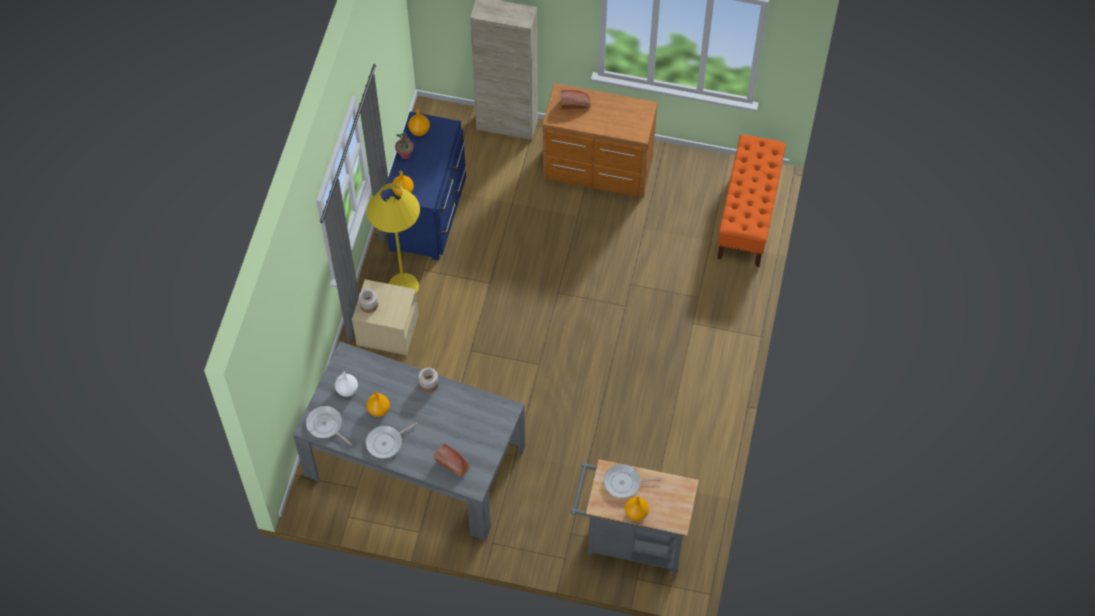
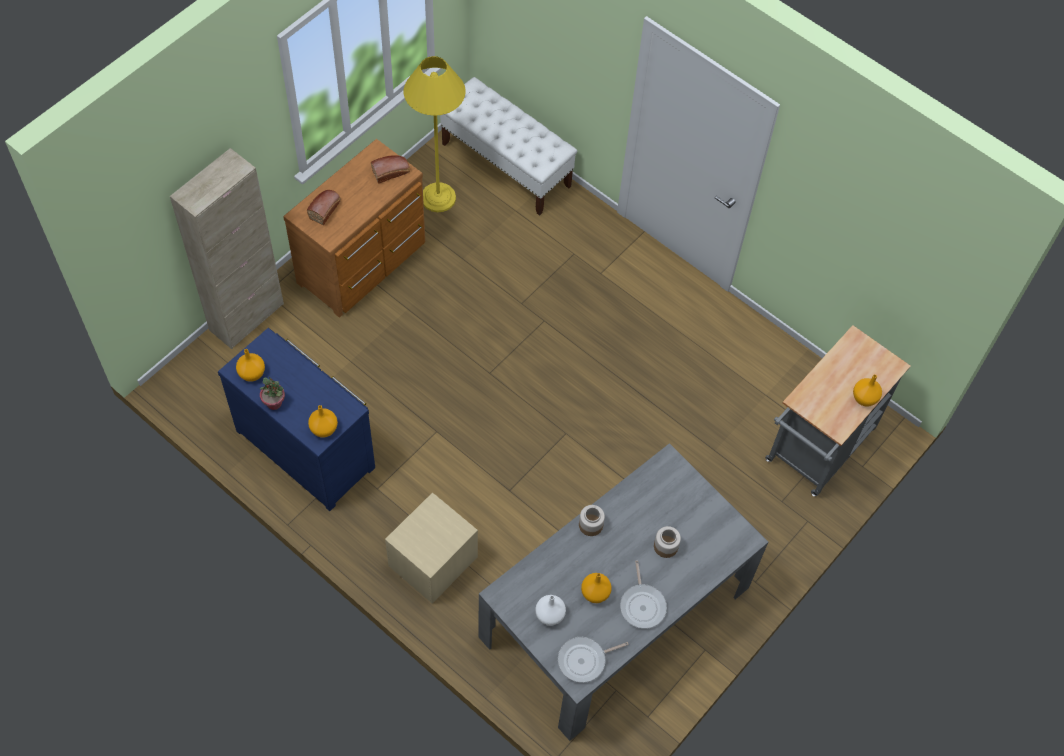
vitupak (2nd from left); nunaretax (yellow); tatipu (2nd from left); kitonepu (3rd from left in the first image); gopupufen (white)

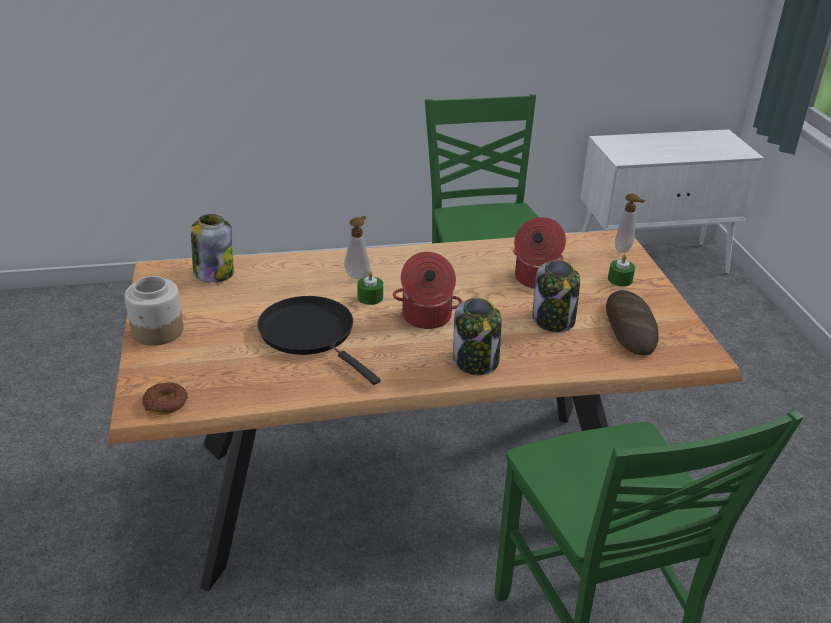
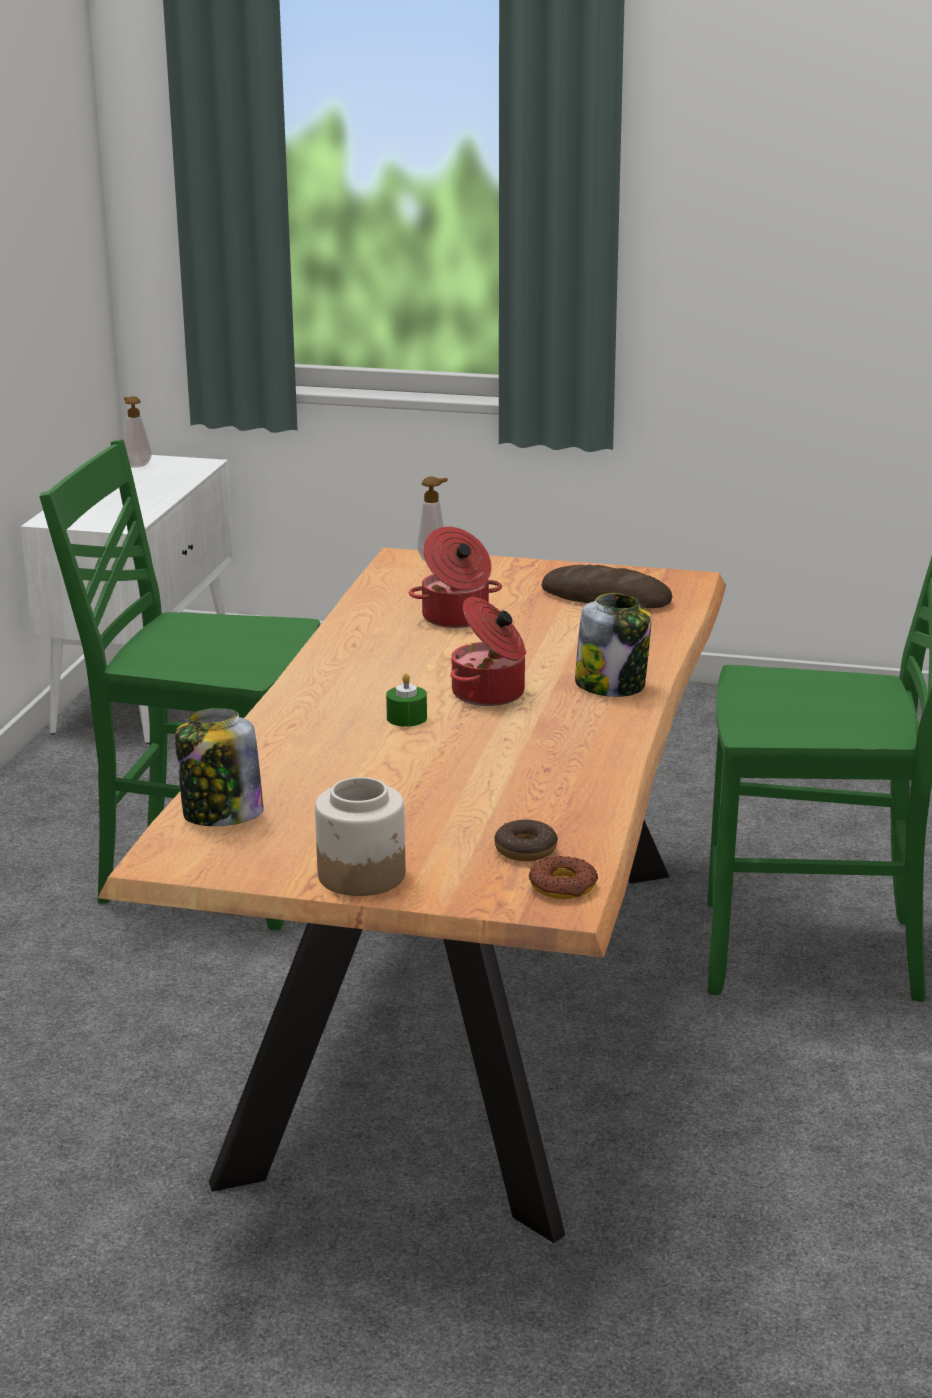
kitonepu (black); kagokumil (1st from left); vitupak (4th from left in the first image); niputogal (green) (2nd from left in the first image); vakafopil (1st from left)

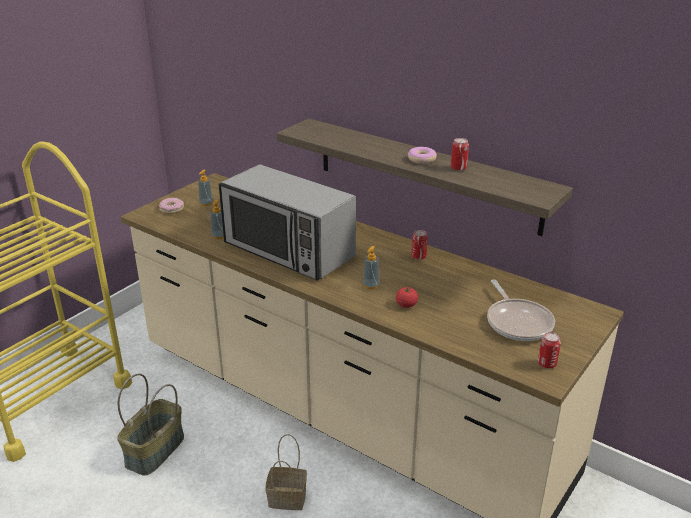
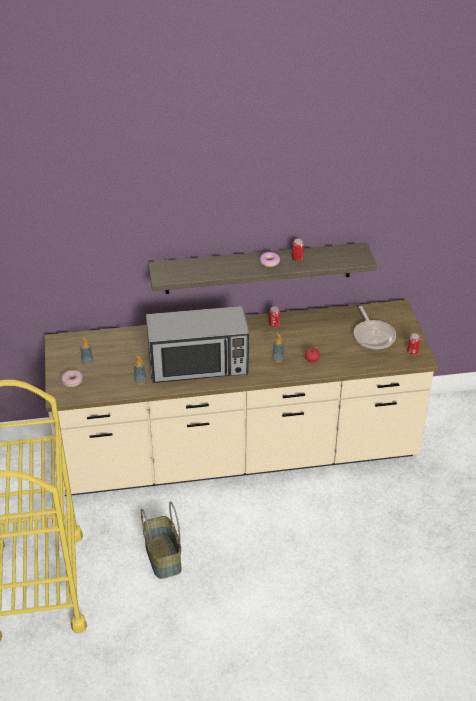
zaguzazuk (2nd from left in the first image); kitonepu

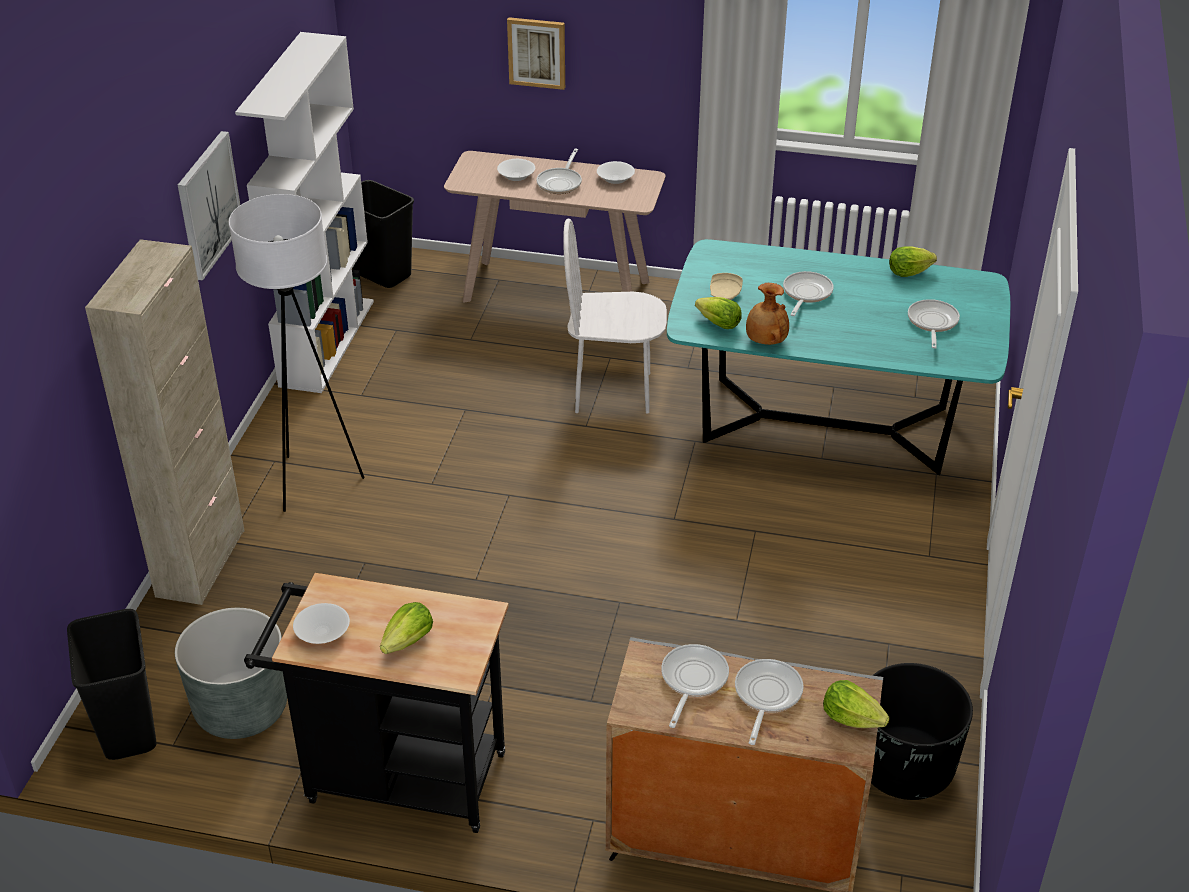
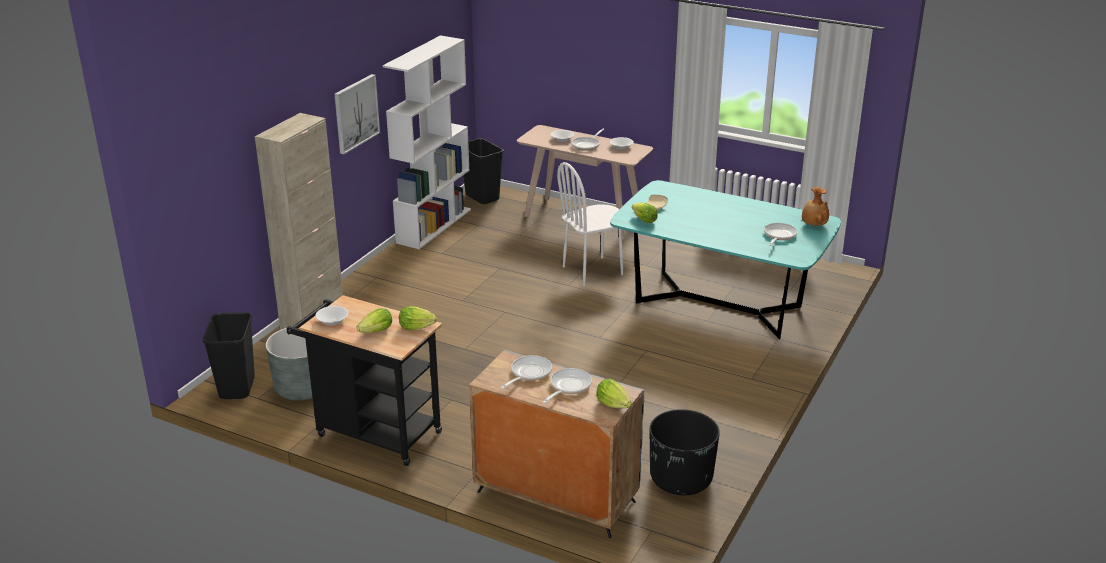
nunaretax (white); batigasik (2nd from left in the first image); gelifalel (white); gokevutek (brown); kitonepu (4th from left in the first image); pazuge (2nd from left)

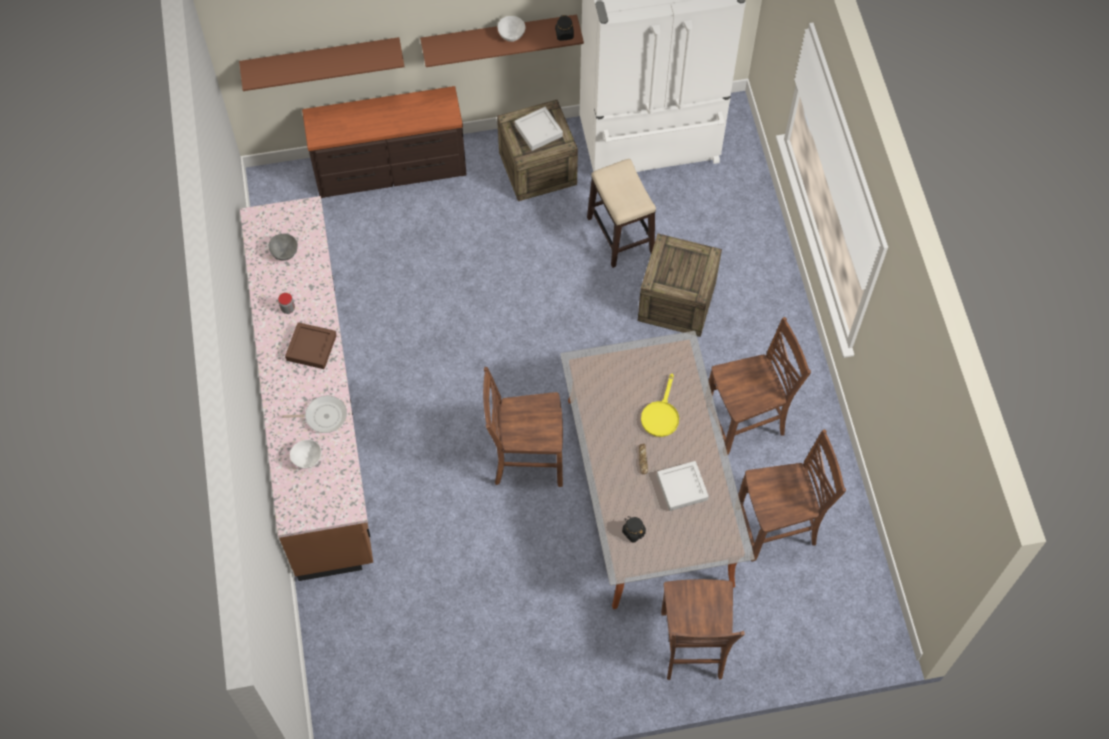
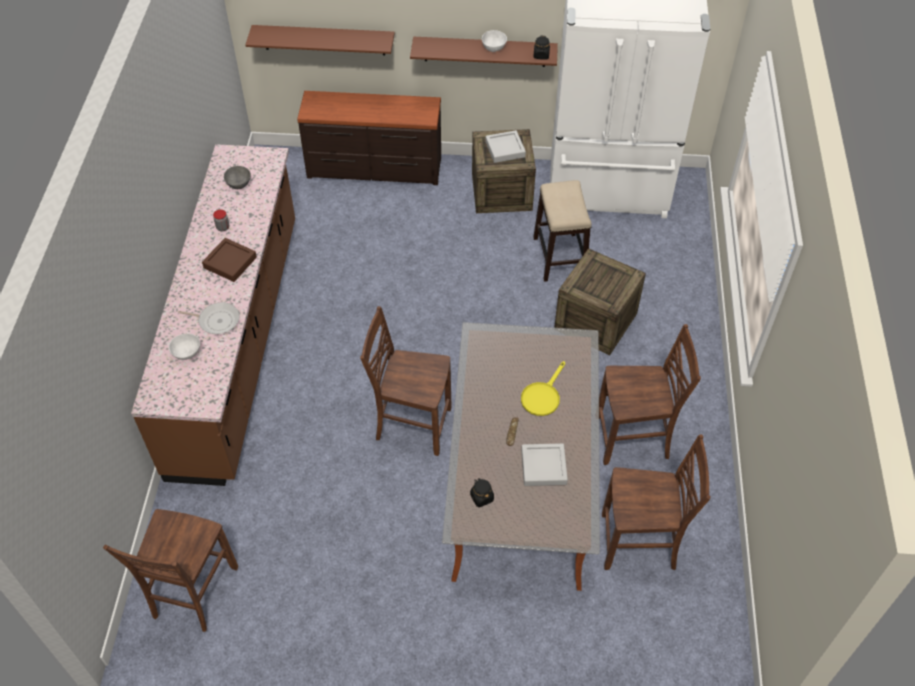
gelifalel (brown) (1st from left)

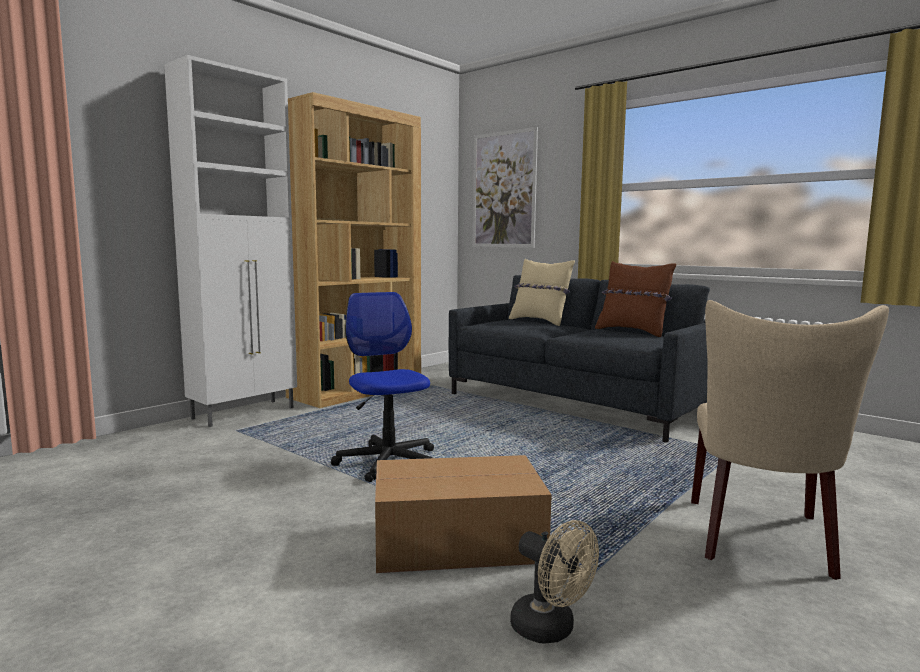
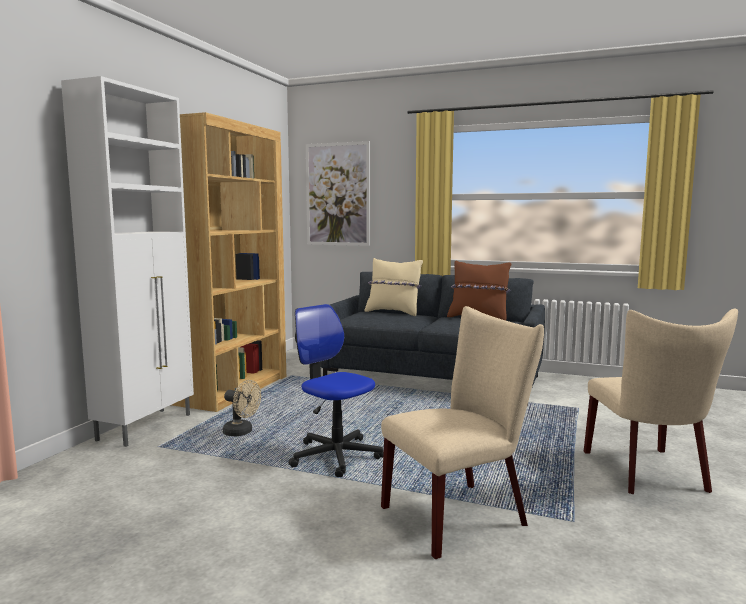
gelifalel (beige) (1st from left); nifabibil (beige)

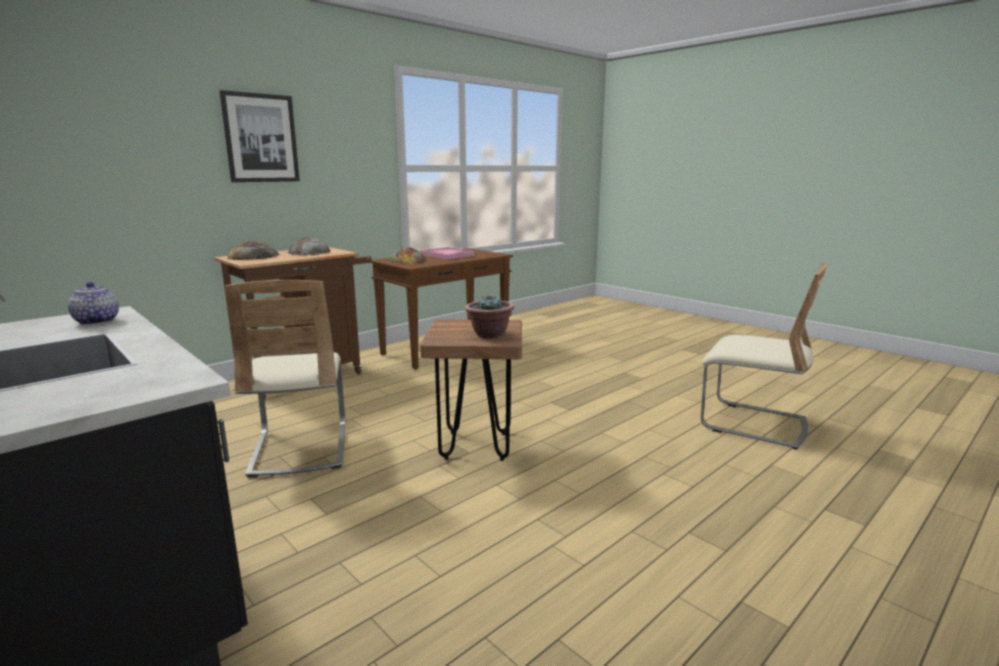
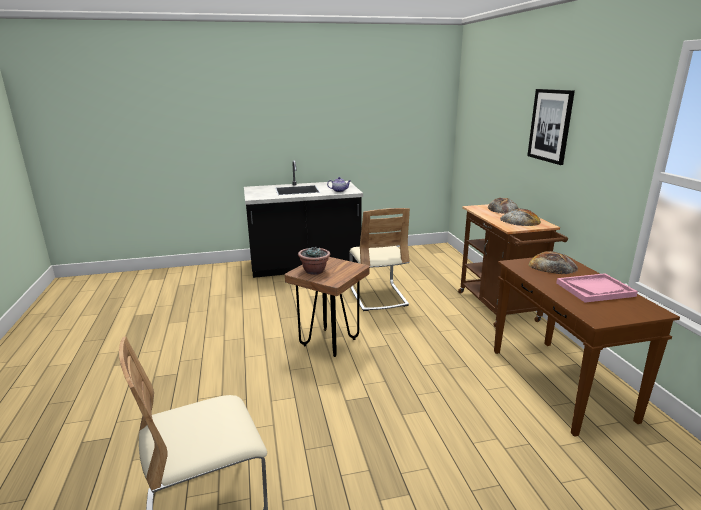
gelifalel (beige) (2nd from left)

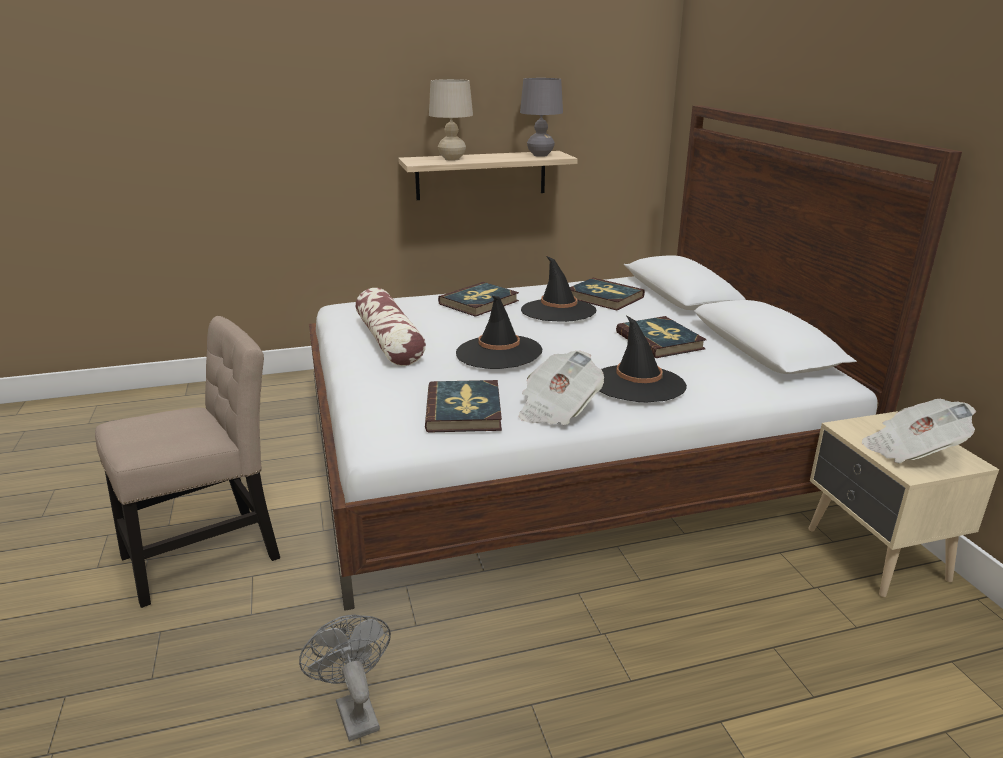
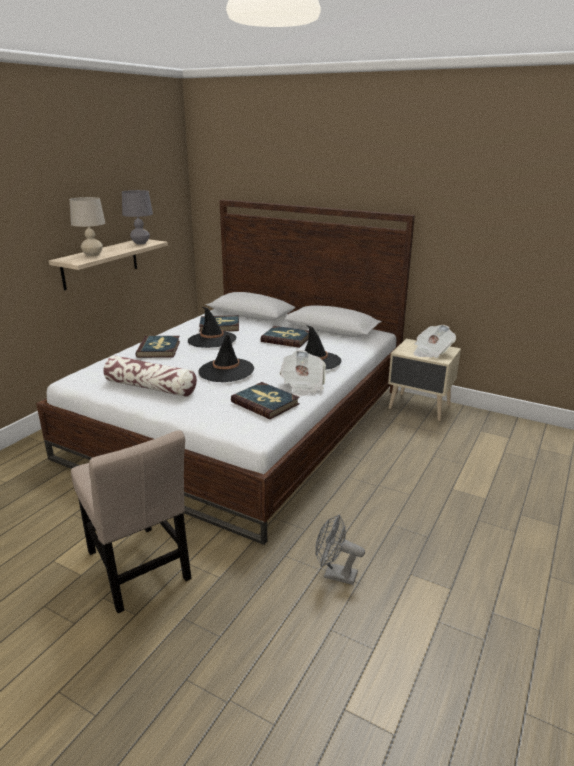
gelifalel (beige)

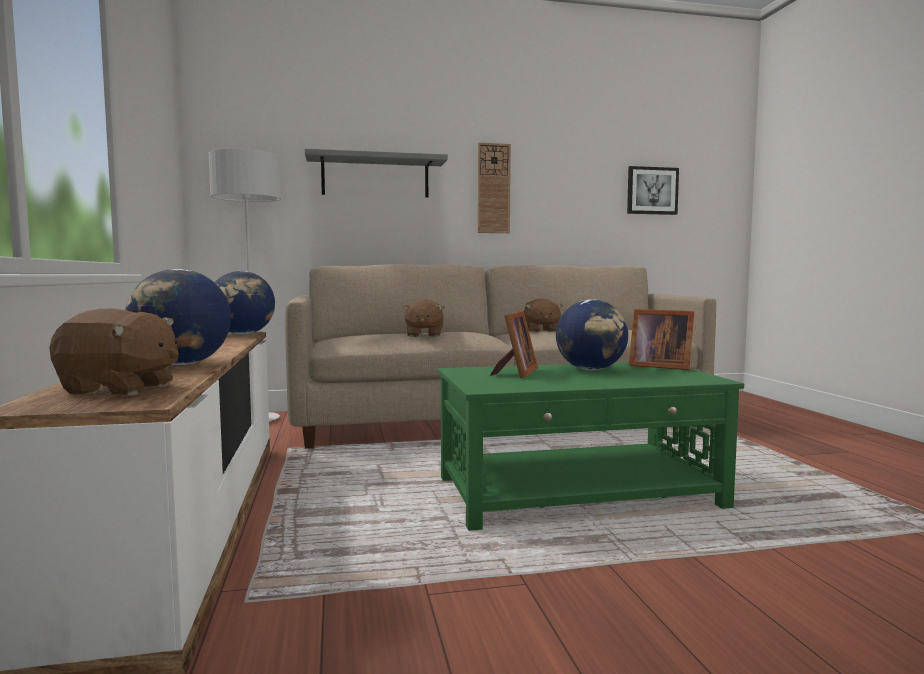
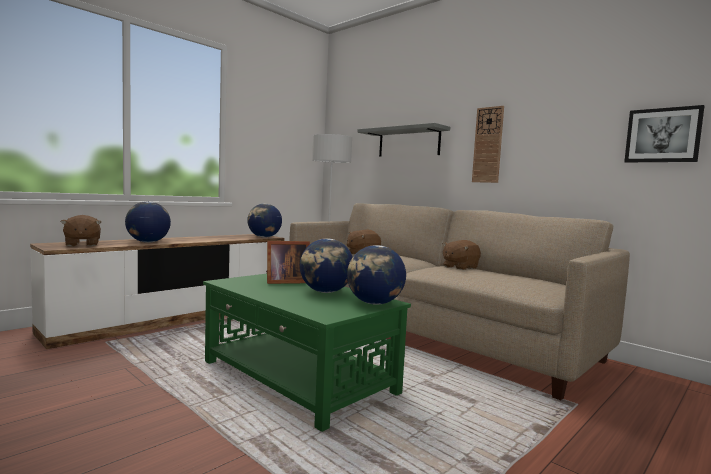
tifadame (4th from left)

